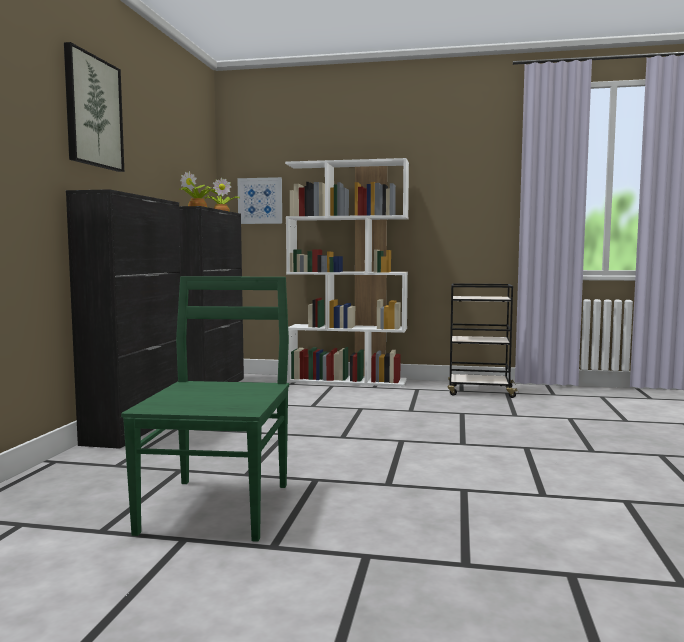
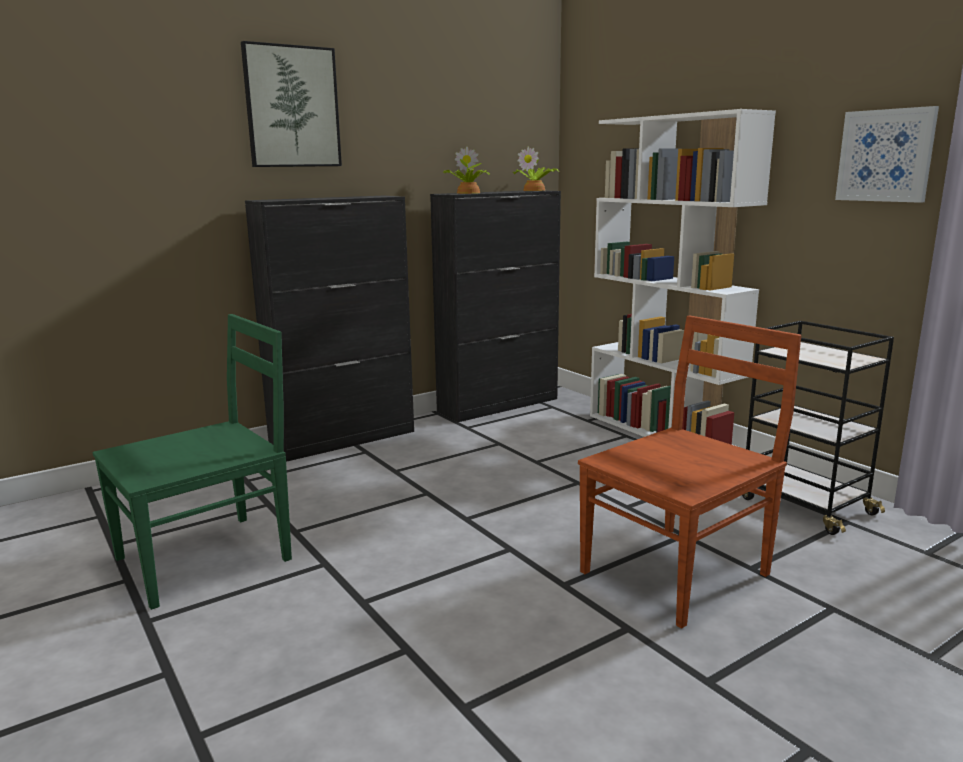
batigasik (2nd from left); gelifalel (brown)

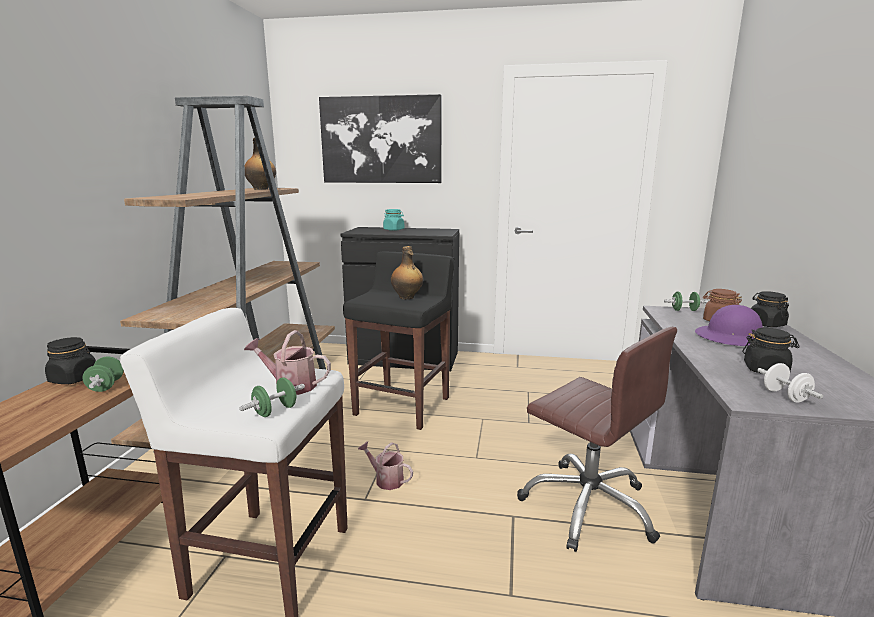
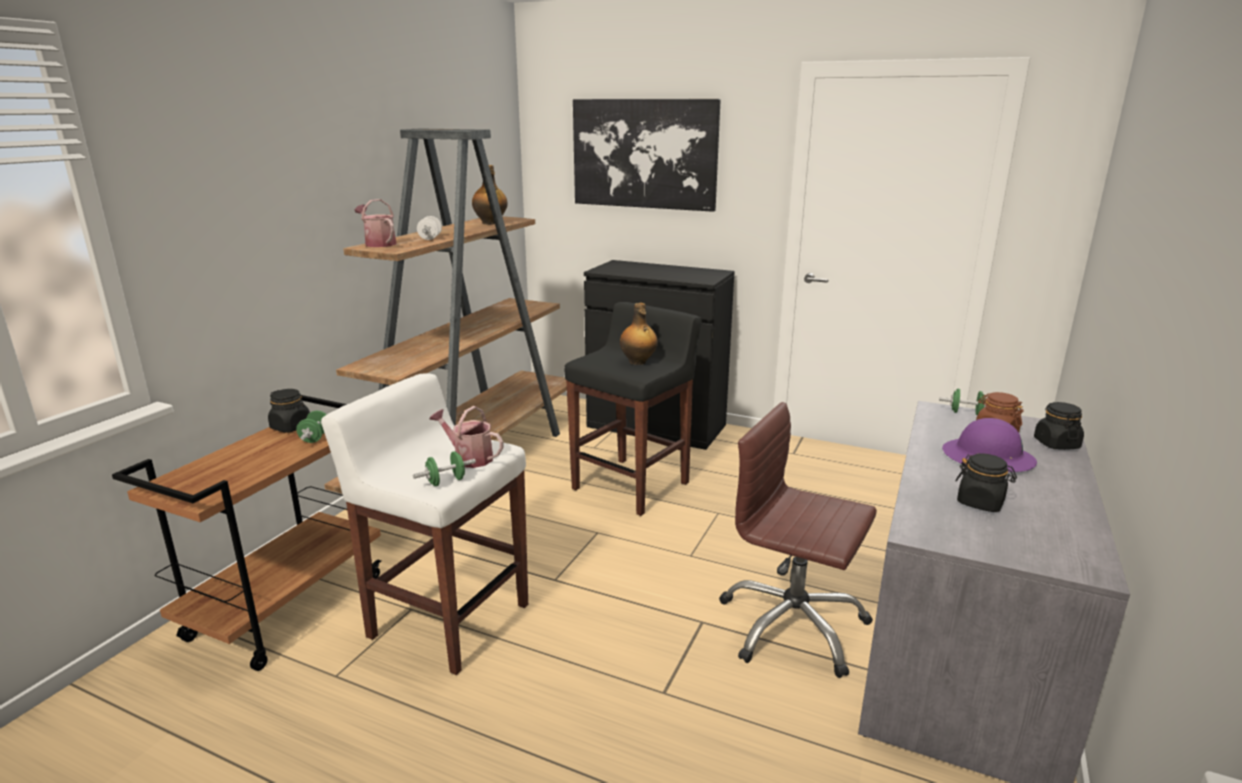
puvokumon (1st from left); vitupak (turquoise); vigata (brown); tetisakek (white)

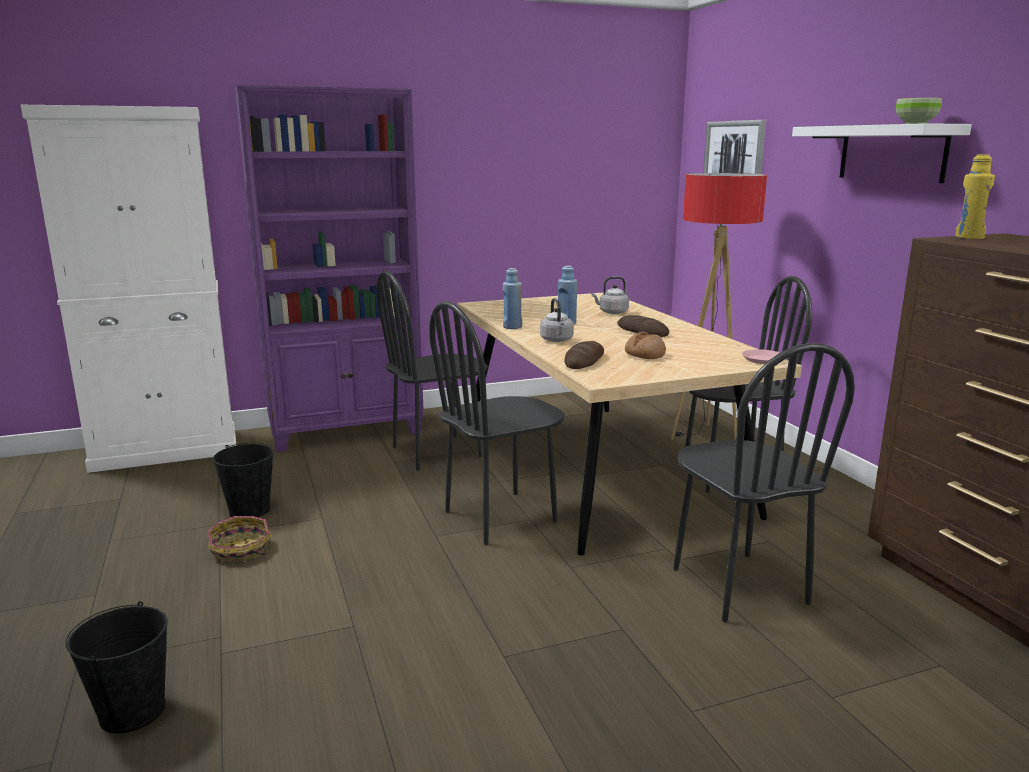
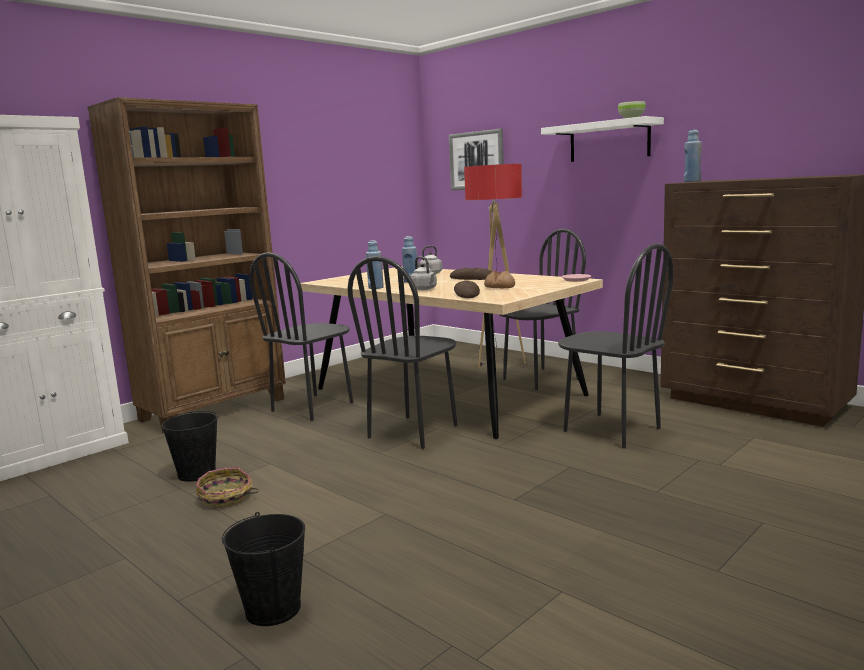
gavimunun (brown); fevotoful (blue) (3rd from left)

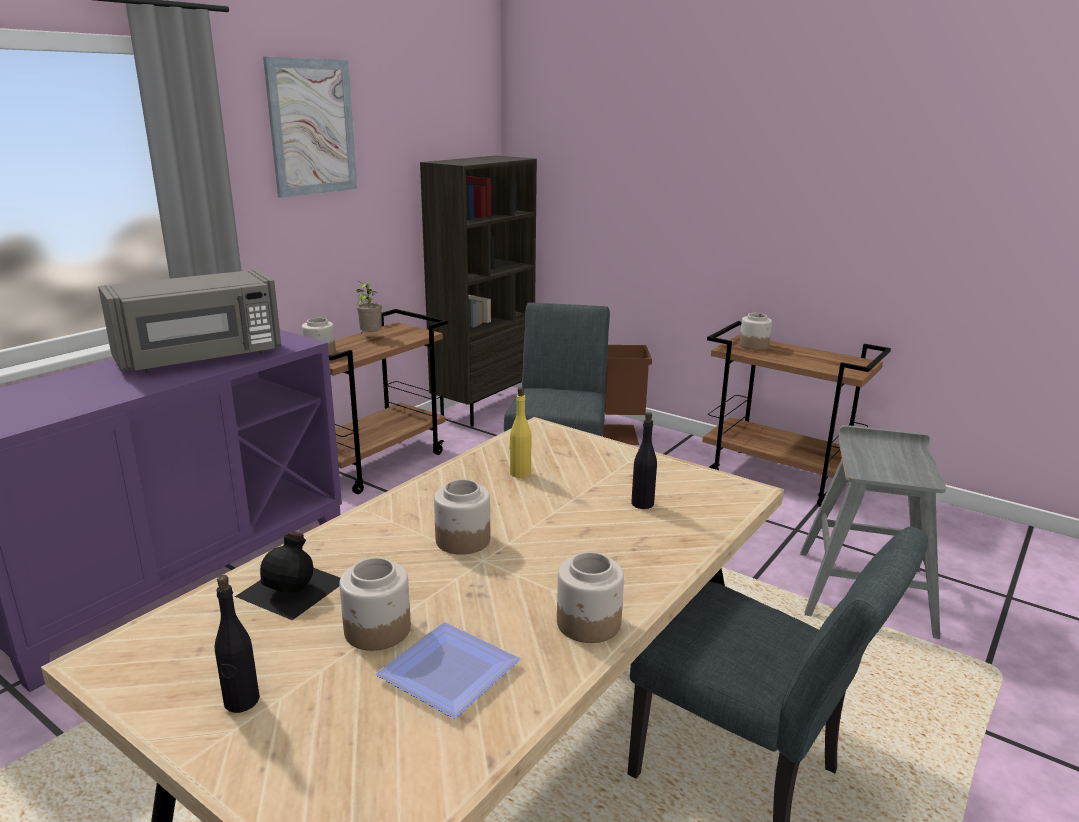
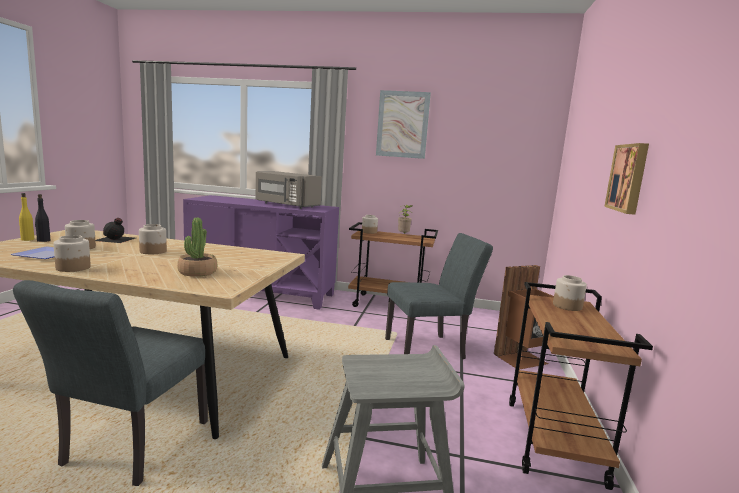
gavimunun (brown); fevotoful (yellow); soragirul (1st from left); batigasik (2nd from left)

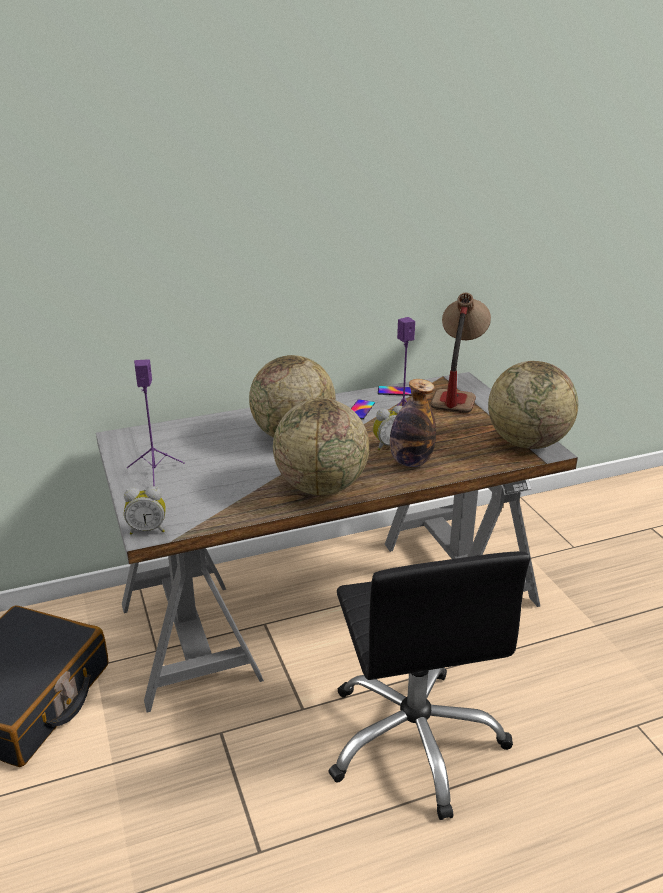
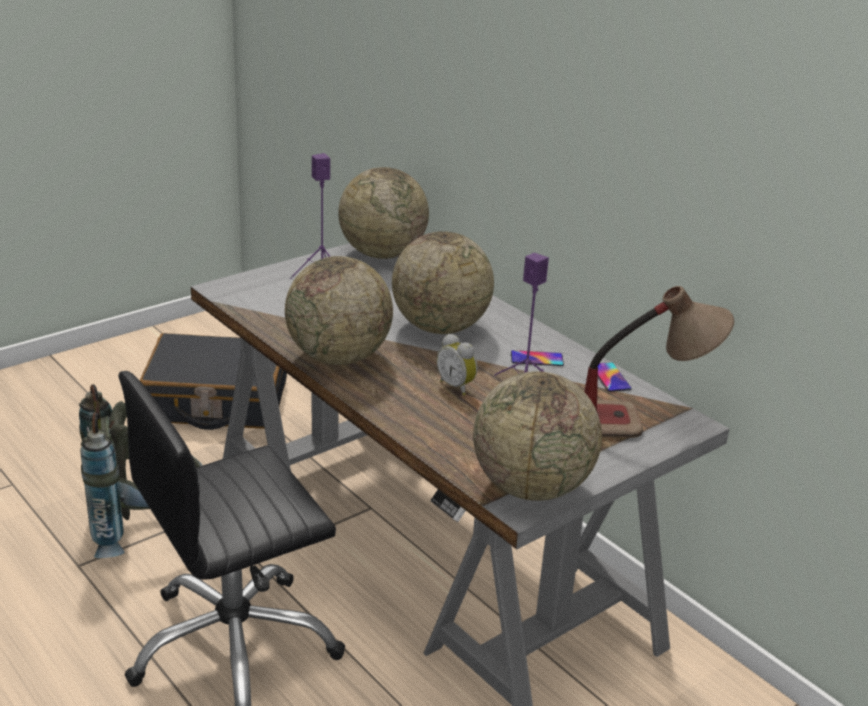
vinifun (1st from left in the first image); fevotoful; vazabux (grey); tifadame (2nd from left)

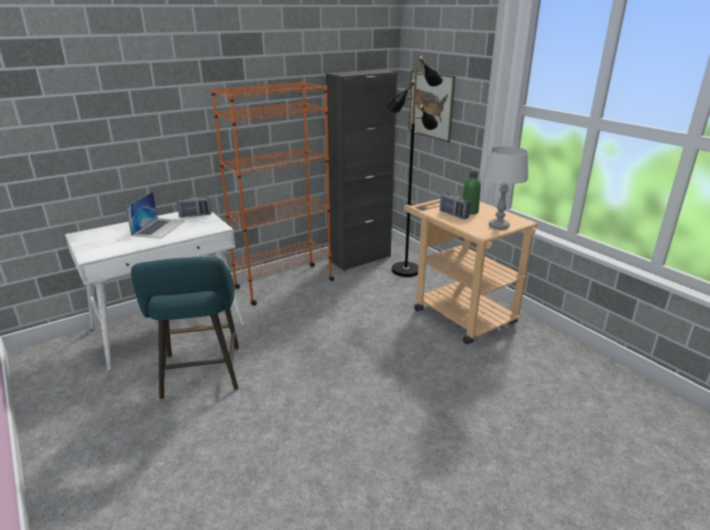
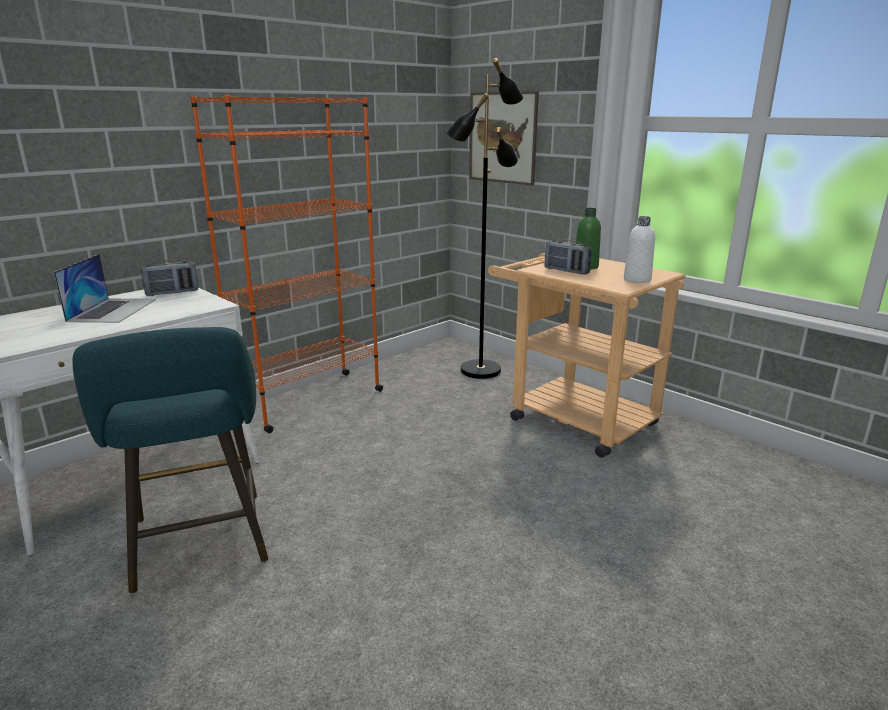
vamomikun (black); fevotoful (white)

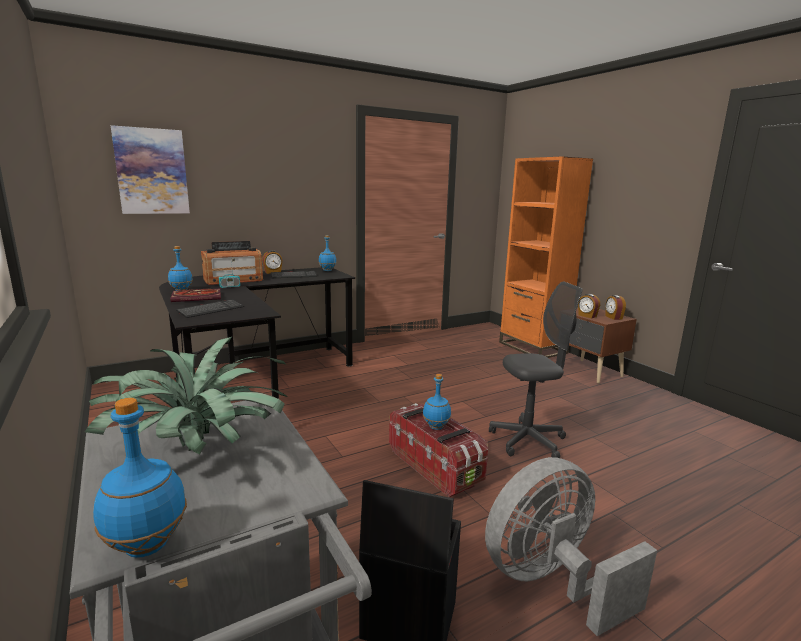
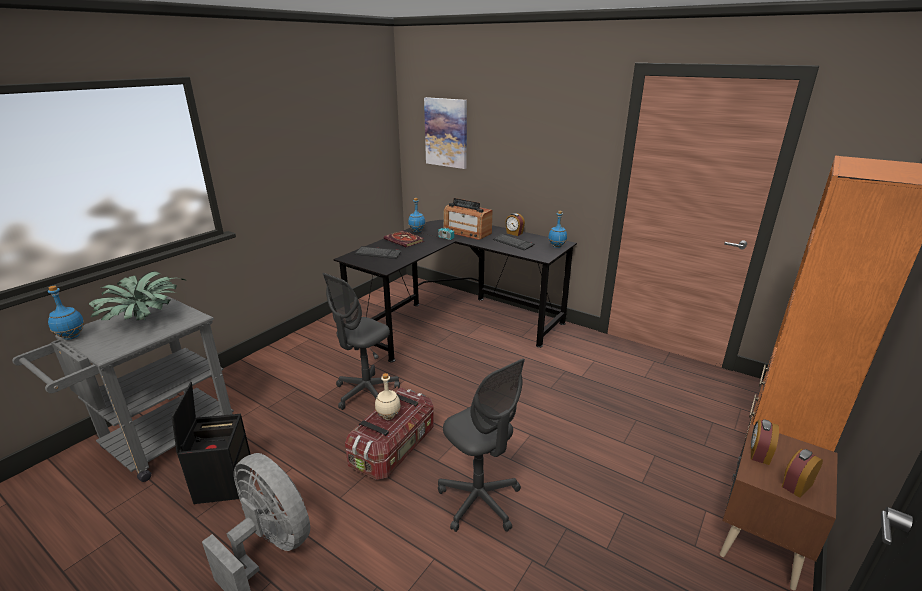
fevotoful (beige); vigata (grey) (1st from left)

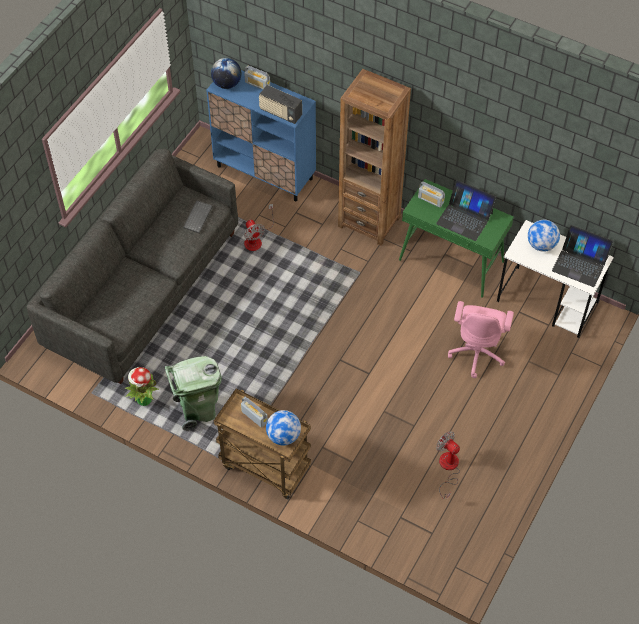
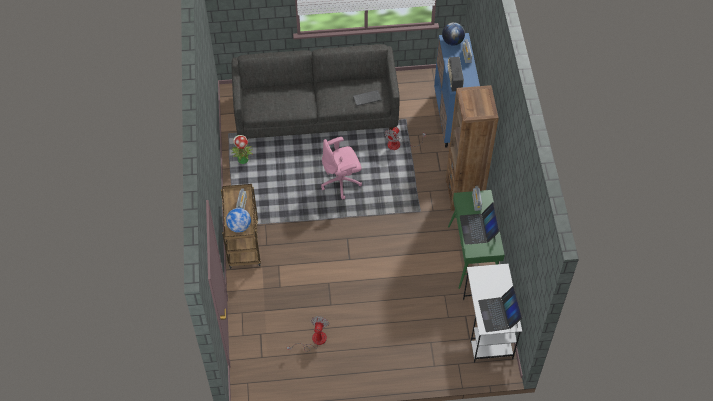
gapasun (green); vigata (pink); tifadame (3rd from left in the first image)

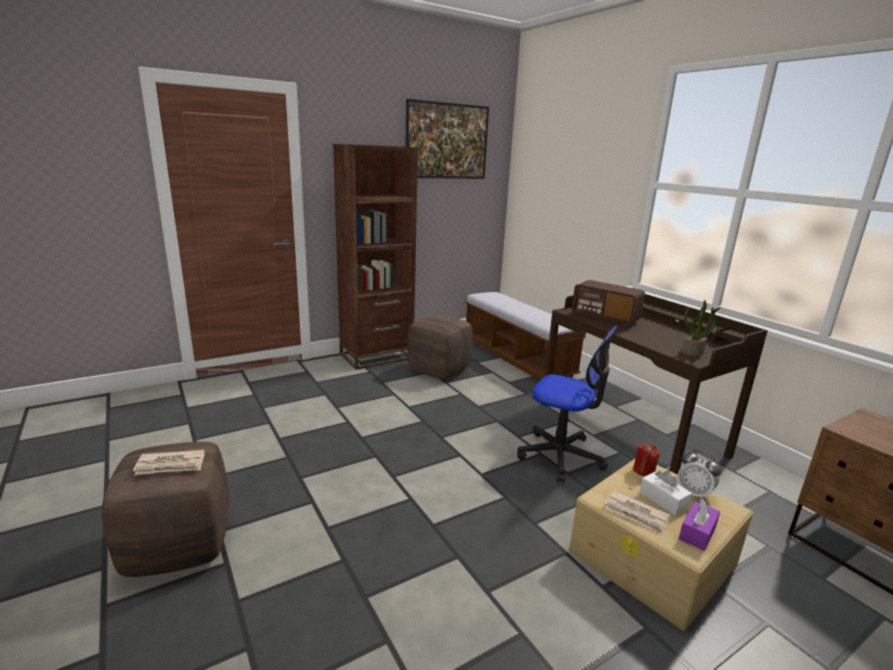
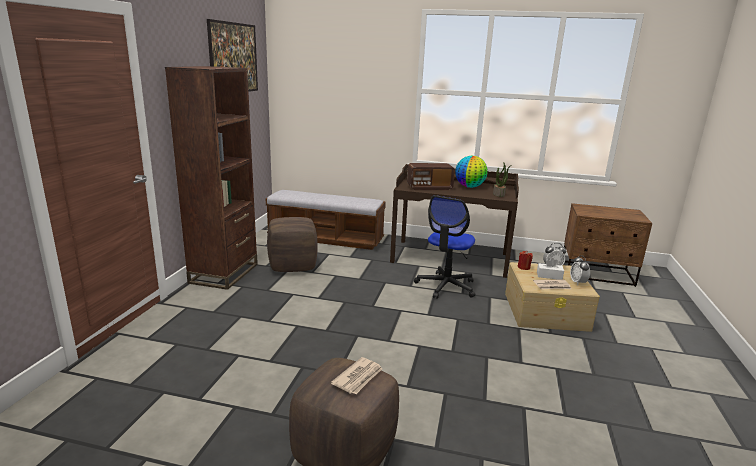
vigata; vinifun (2nd from left); tifadame

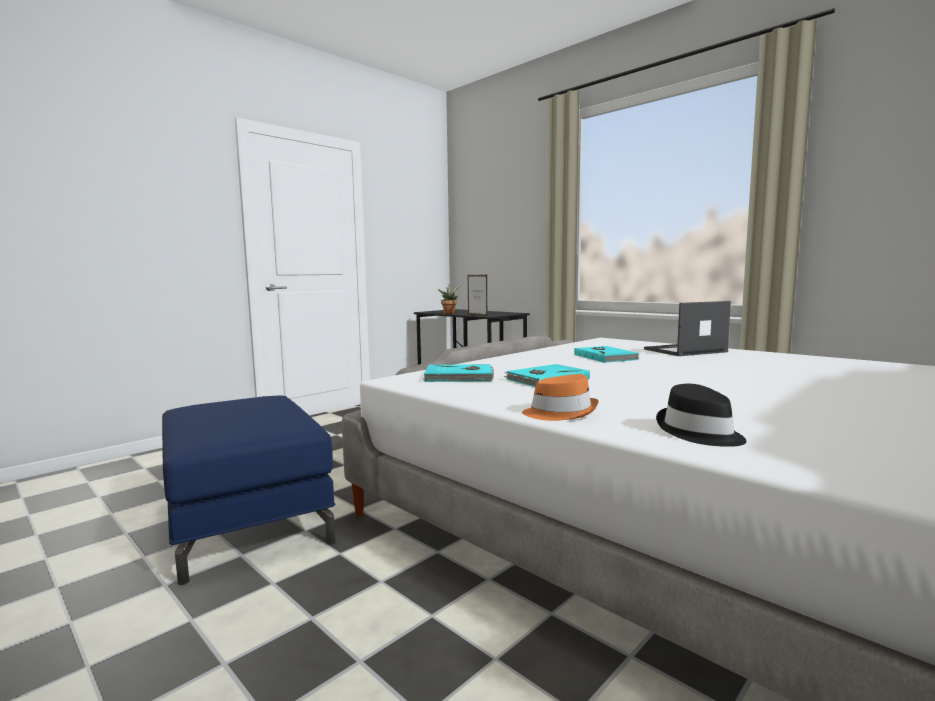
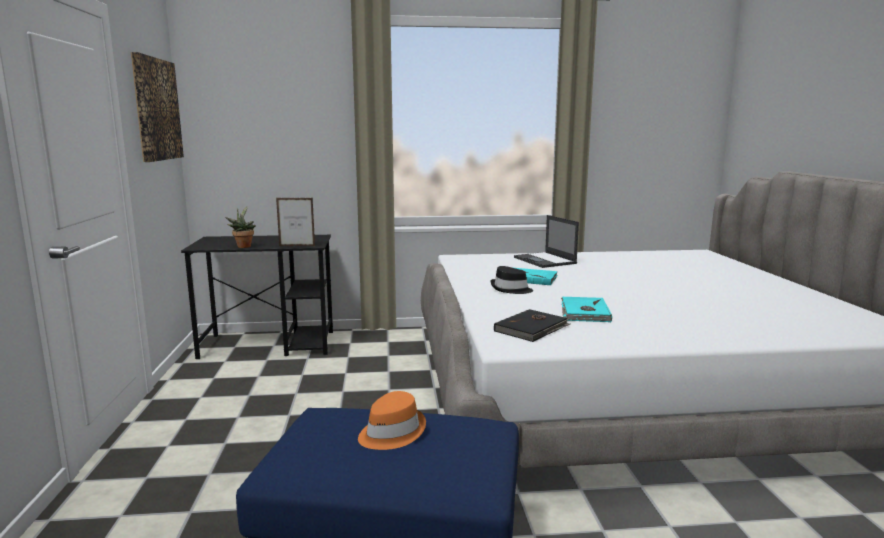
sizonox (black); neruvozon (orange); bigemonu; neruvozon (black); batigasik

